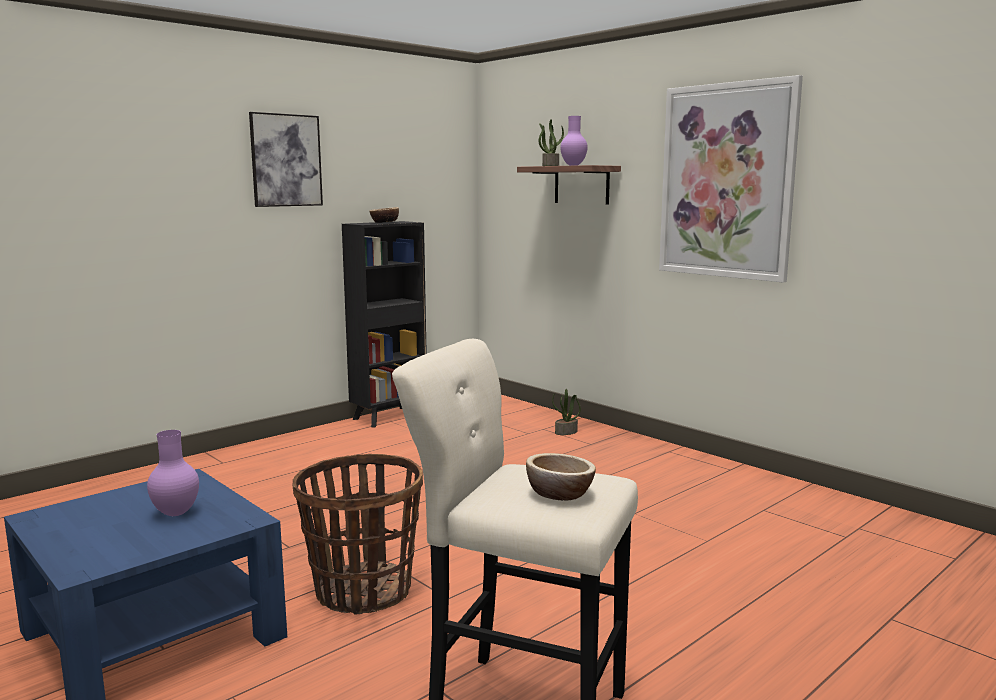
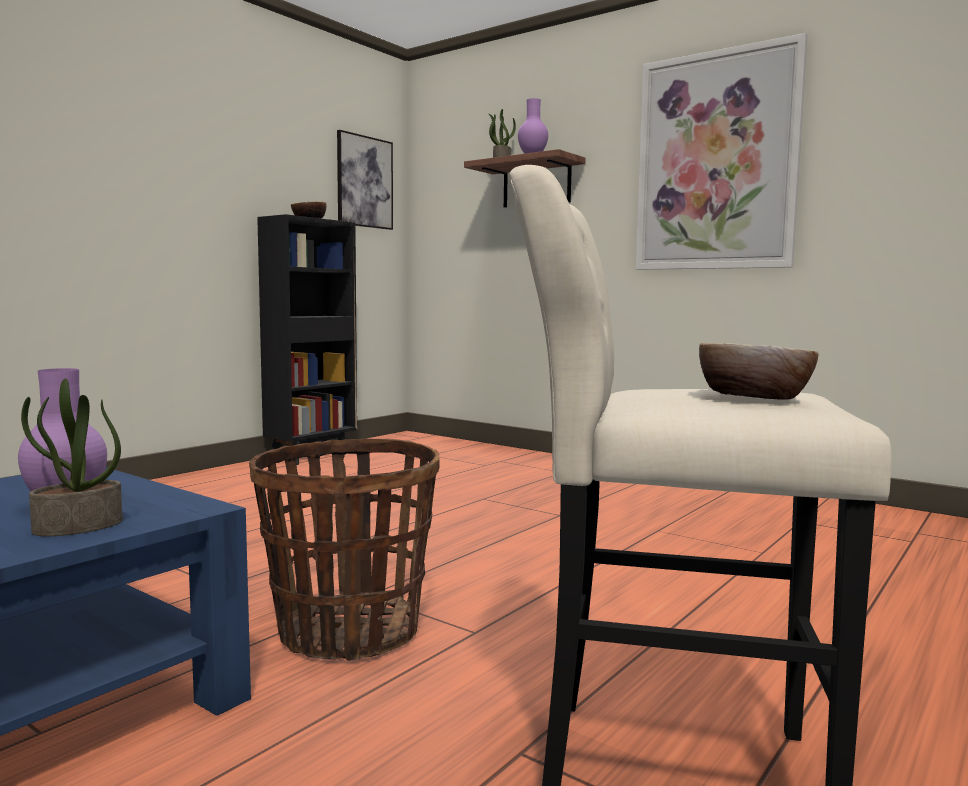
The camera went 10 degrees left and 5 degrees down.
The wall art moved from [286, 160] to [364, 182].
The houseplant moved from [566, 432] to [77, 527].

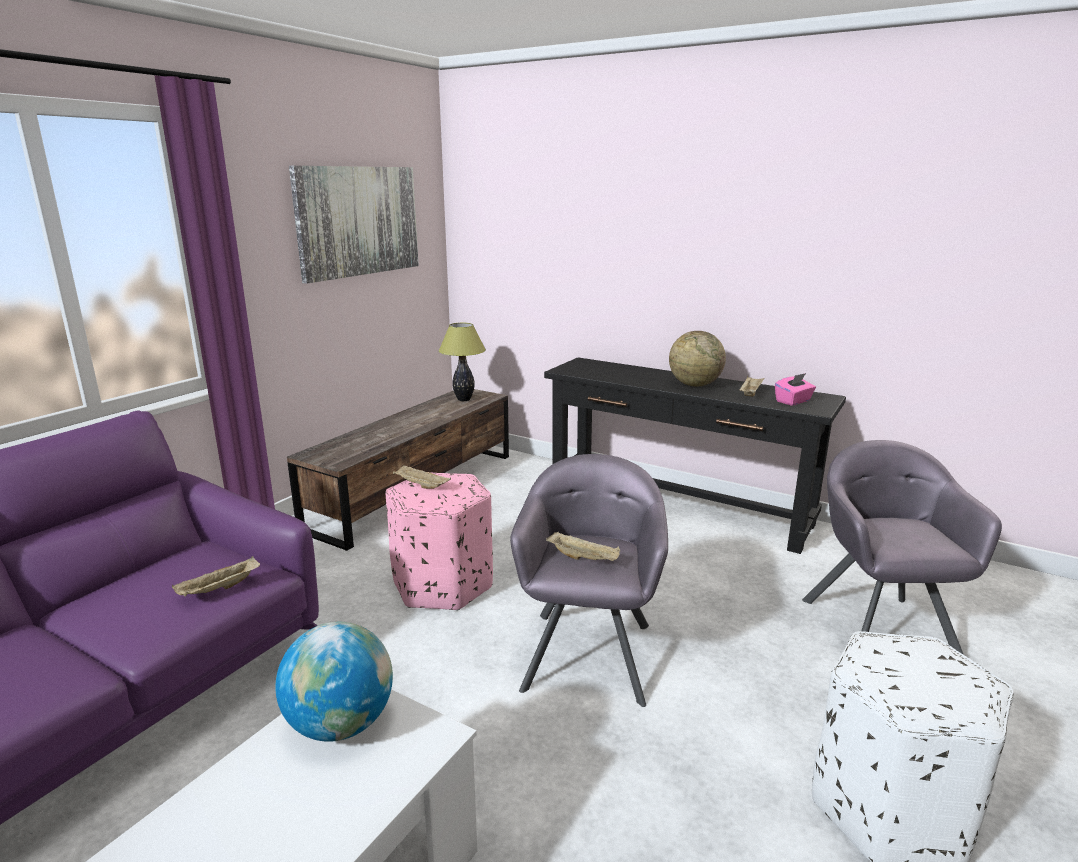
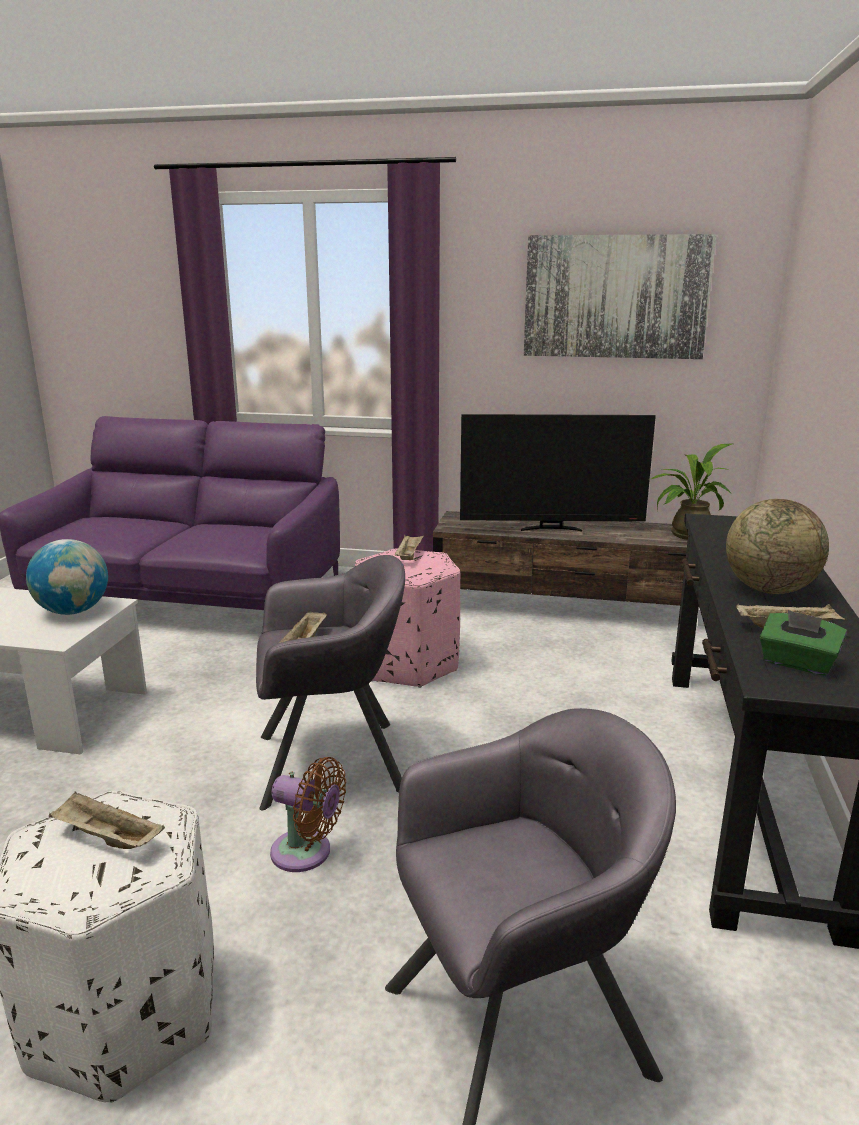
The camera went 70 degrees right and 0 degrees up.
The table lamp at [463, 399] was replaced by the houseplant at [685, 535].
The tissue box/pinkish at [793, 401] became the tissue box/green-coloured at [797, 663].
The tray/sand-coloured moved from [219, 589] to [106, 838].
The TV set at [551, 529] appeared.
The cooling fan/brown at [307, 853] appeared.

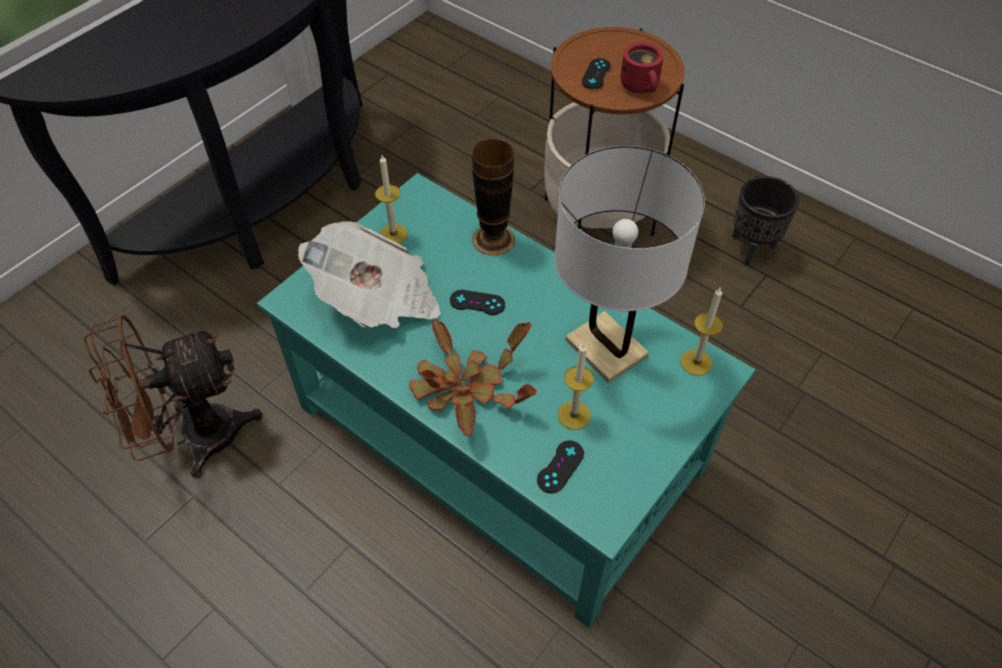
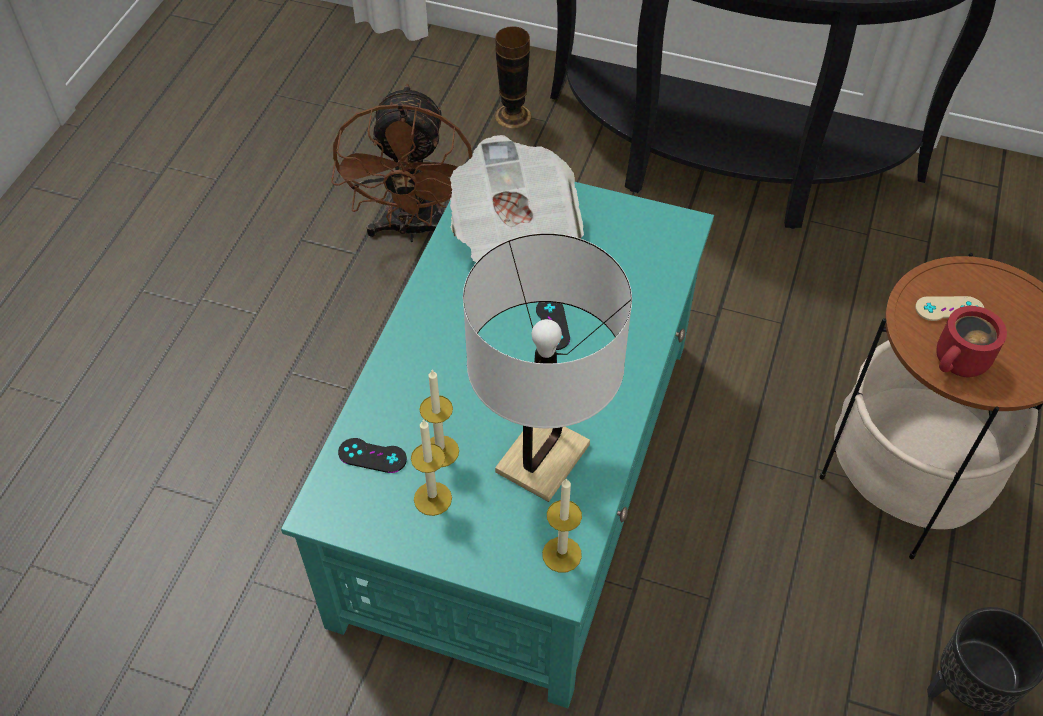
The camera went 70 degrees right and 0 degrees up.
The gamepad/black-coloured at [596, 74] became the gamepad/sand-coloured at [949, 309].
The vase moved from [493, 239] to [513, 115].
The wax light moved from [393, 234] to [432, 498].
The cooling fan/brown at [195, 438] turned 135 degrees counterclockwise.
The houseplant at [465, 388] disappeared.

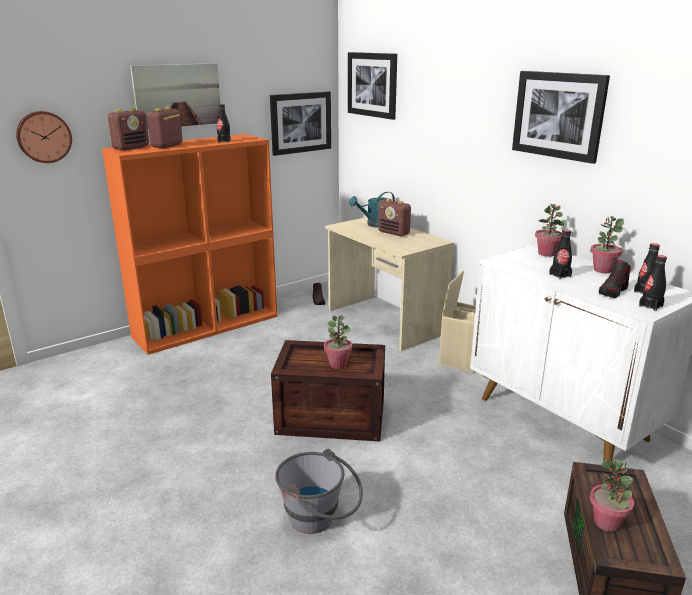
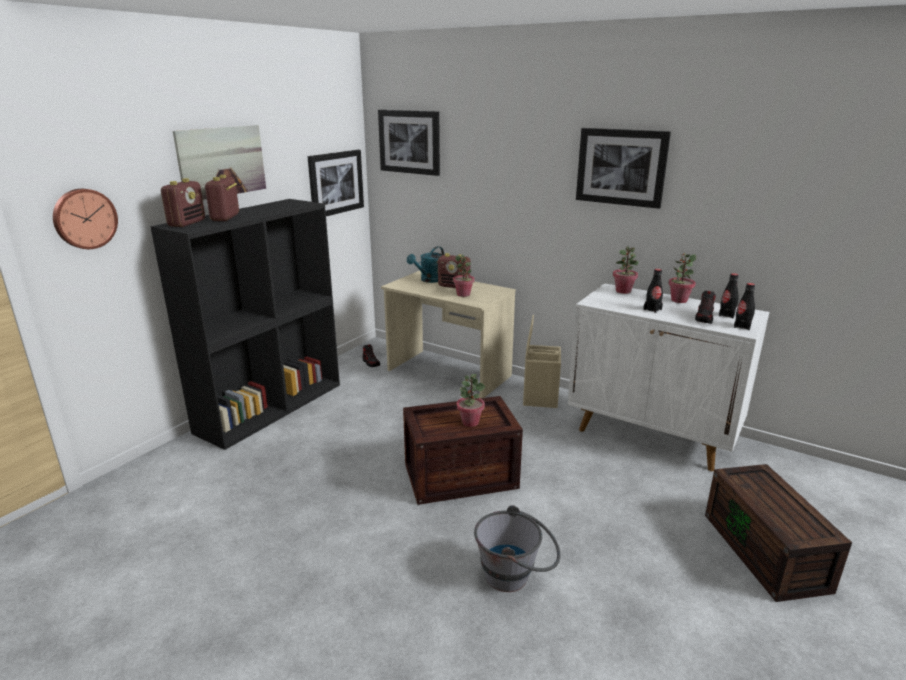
The camera went 20 degrees left and 0 degrees up.
The bottle/black-coloured at [224, 141] disappeared.
The shelving unit/orange-coloured at [207, 326] became the shelving unit/black-coloured at [271, 407].
The houseplant moved from [607, 523] to [463, 294].

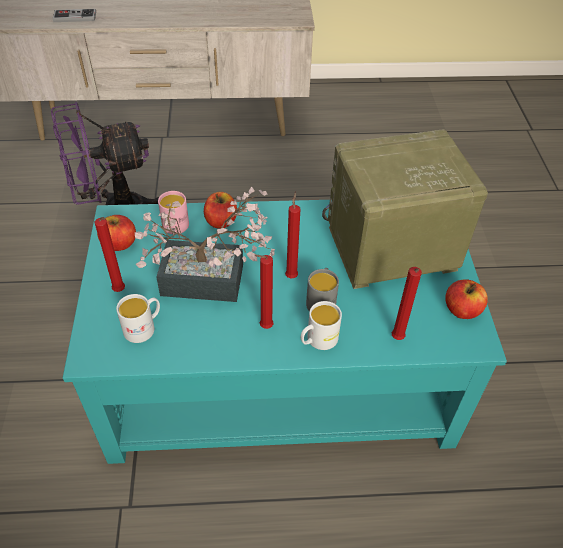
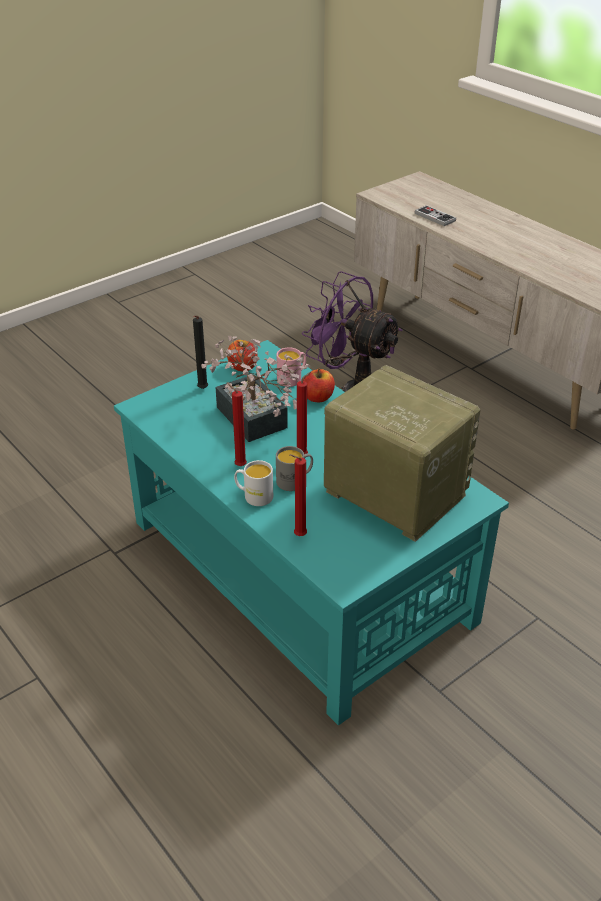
The camera went 55 degrees right and 10 degrees down.
The wax light/red-coloured at [120, 291] became the wax light/black-coloured at [202, 389].
The apple at [462, 310] disappeared.
The mug/white at [144, 327] disappeared.

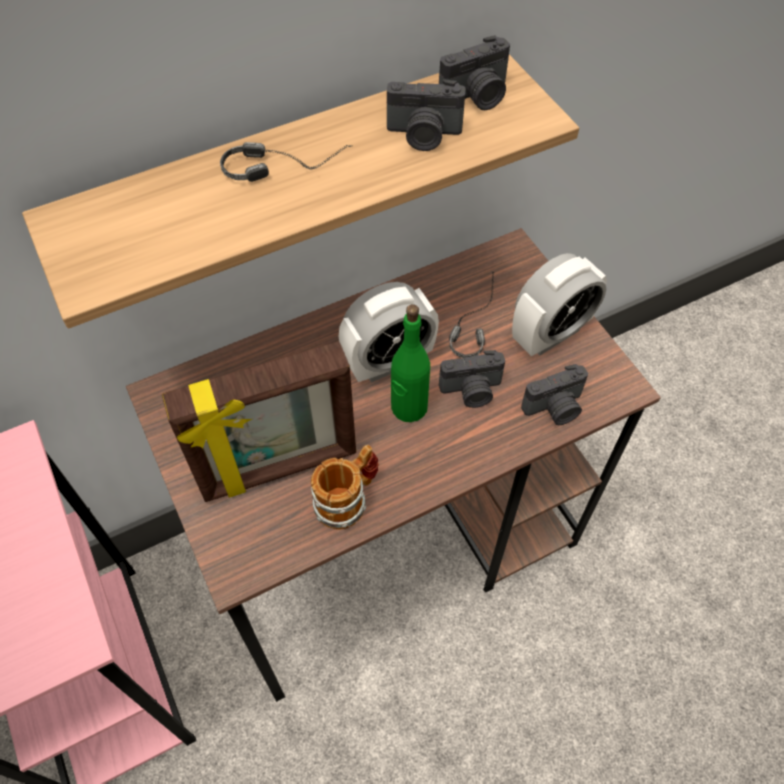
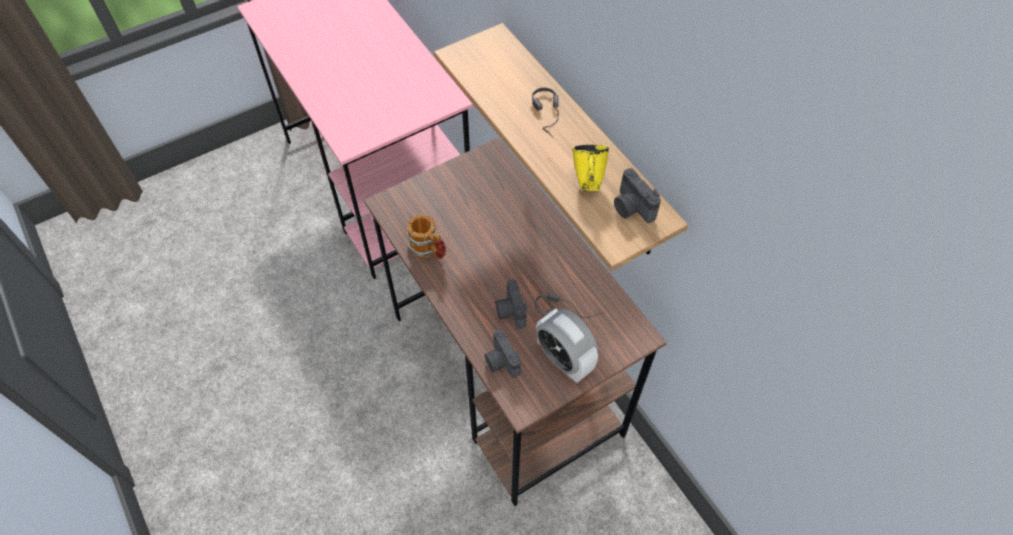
The camera went 85 degrees right and 0 degrees up.
The still camera at [423, 135] was replaced by the mug/yellow at [587, 181].
The alarm clock at [388, 362] disappeared.
The bottle/green-coloured at [408, 407] disappeared.
The standing frame at [279, 469] disappeared.

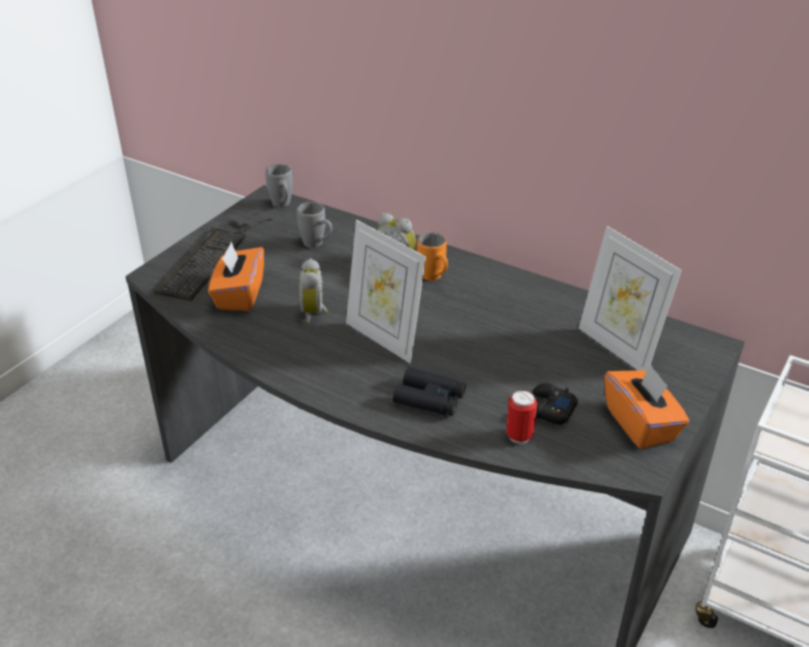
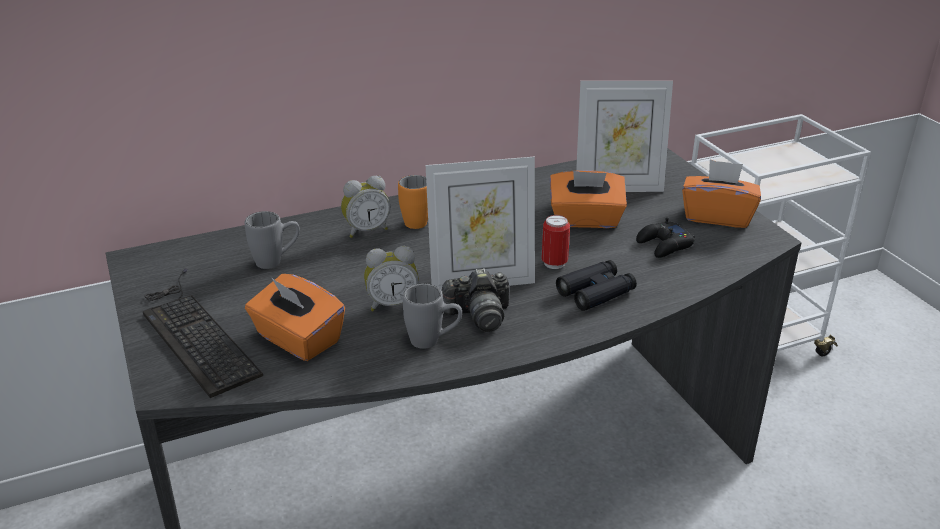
The camera went 55 degrees left and 5 degrees down.
The mug/greyish moved from [283, 205] to [433, 341].
The alarm clock at [315, 312] turned 45 degrees counterclockwise.
The can moved from [519, 436] to [554, 263].
The tissue box/orange-coloured at [585, 220] appeared.
The still camera at [479, 316] appeared.

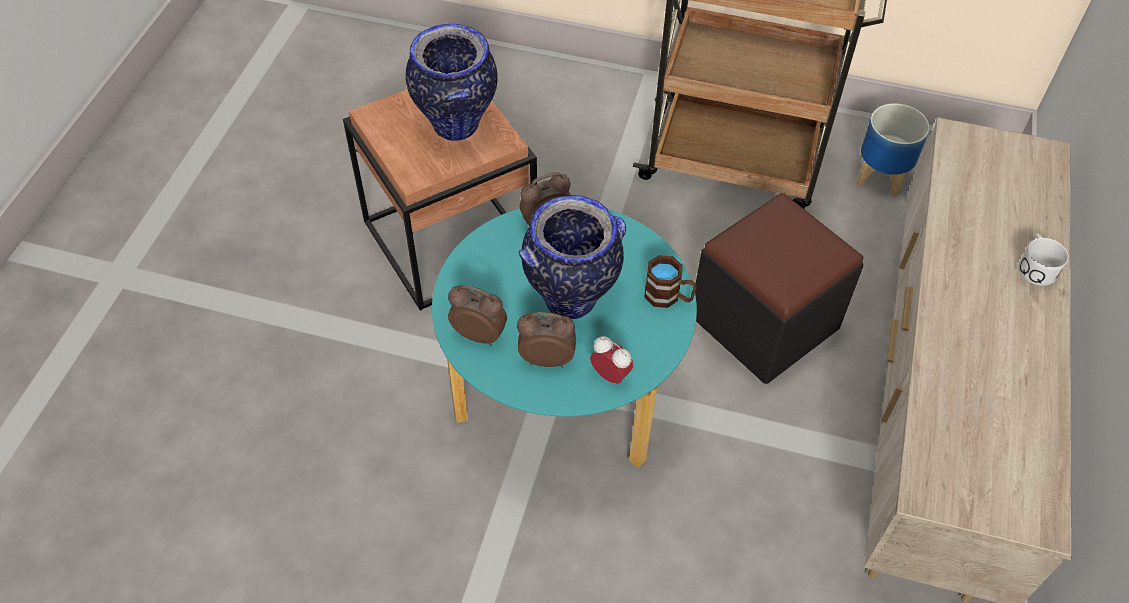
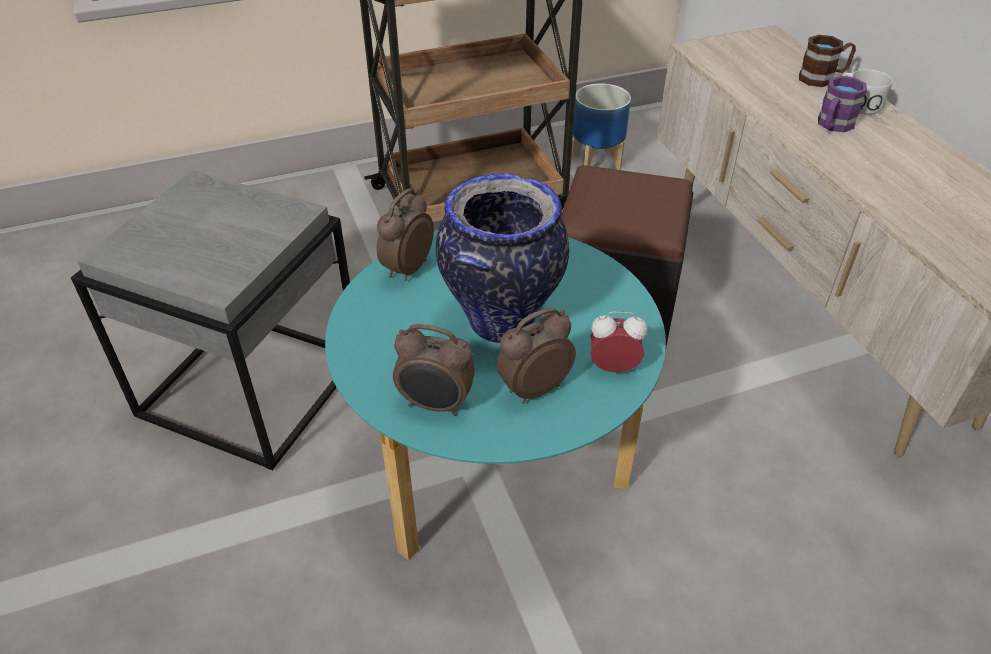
The camera went 35 degrees left and 10 degrees down.
The vase at [456, 127] disappeared.
The accent table/brown at [447, 240] became the accent table/greyish at [249, 387].
The mug/brown moved from [668, 297] to [822, 78].
The alarm clock at [479, 334] turned 150 degrees counterclockwise.
The mug/purple at [832, 126] appeared.

